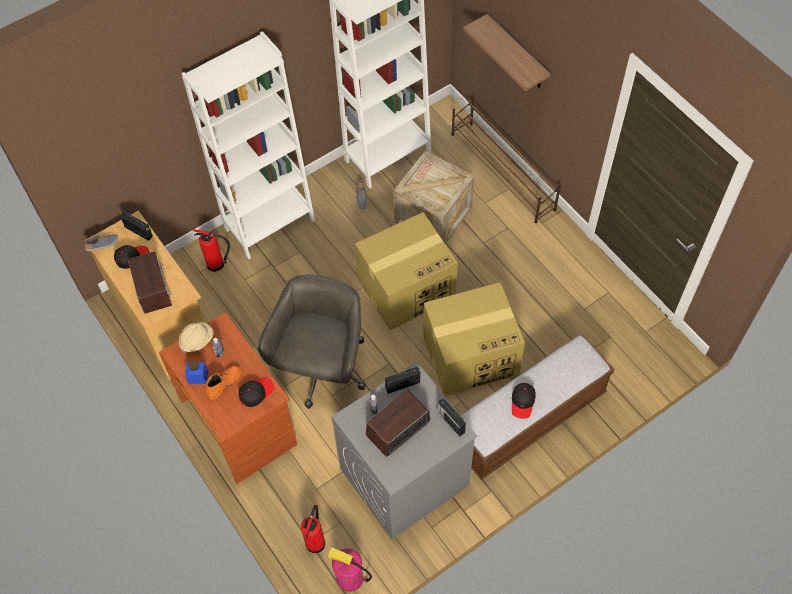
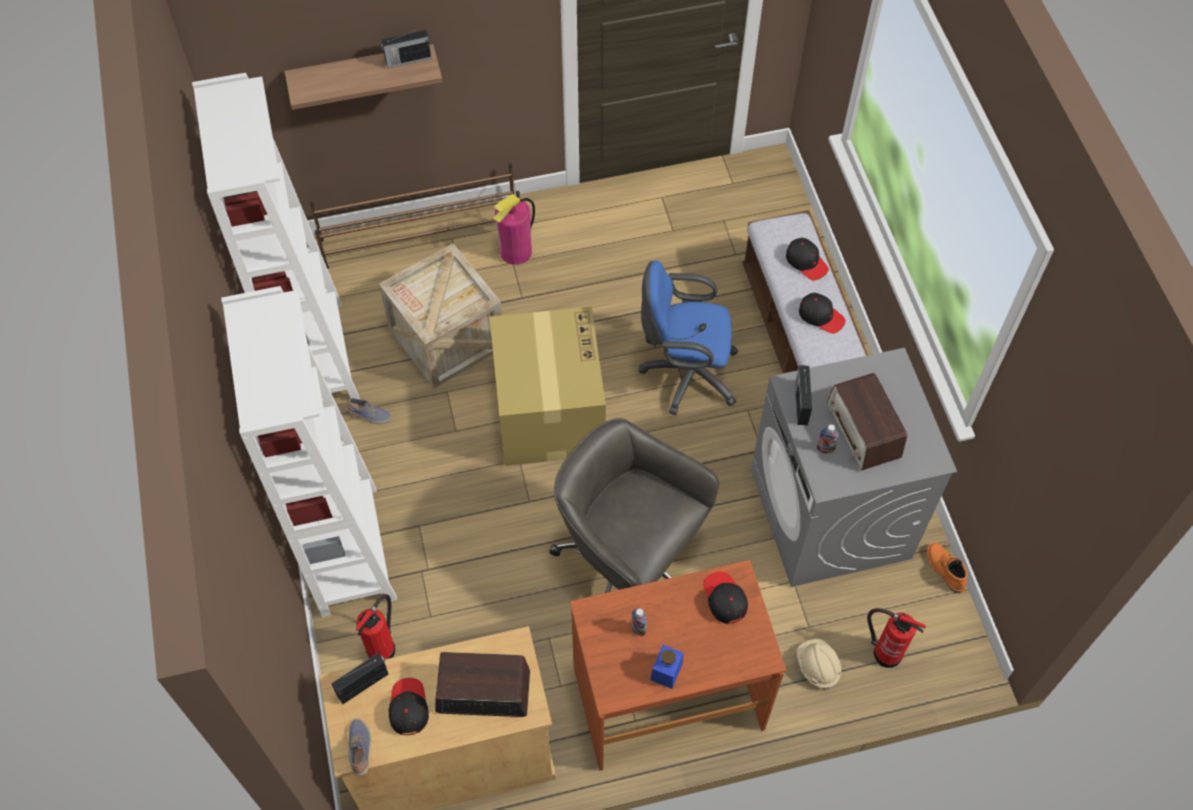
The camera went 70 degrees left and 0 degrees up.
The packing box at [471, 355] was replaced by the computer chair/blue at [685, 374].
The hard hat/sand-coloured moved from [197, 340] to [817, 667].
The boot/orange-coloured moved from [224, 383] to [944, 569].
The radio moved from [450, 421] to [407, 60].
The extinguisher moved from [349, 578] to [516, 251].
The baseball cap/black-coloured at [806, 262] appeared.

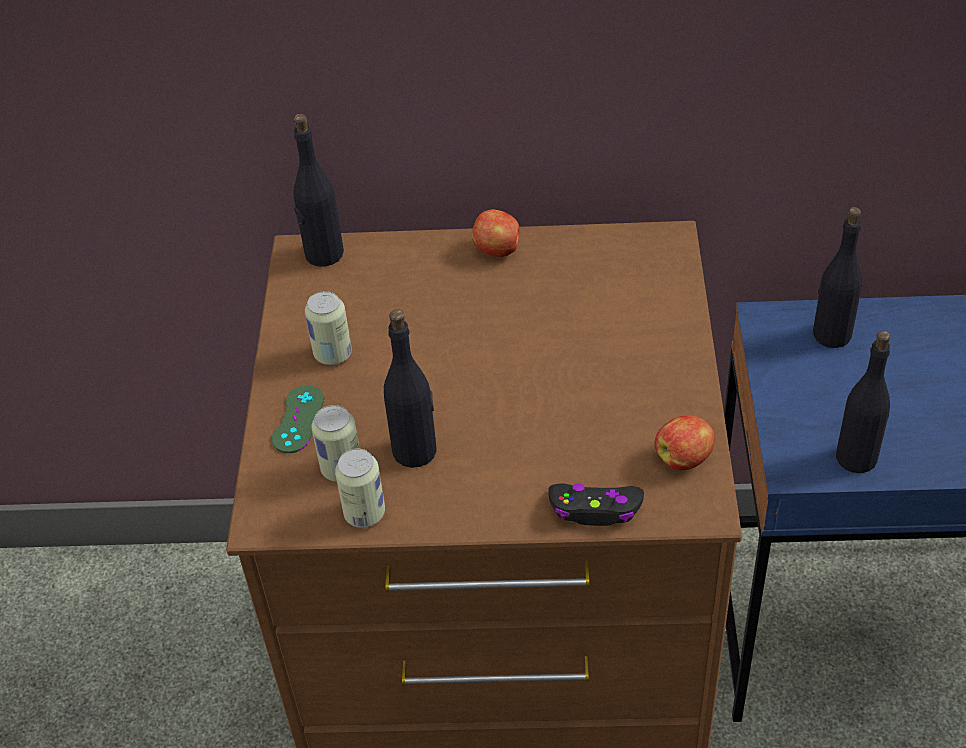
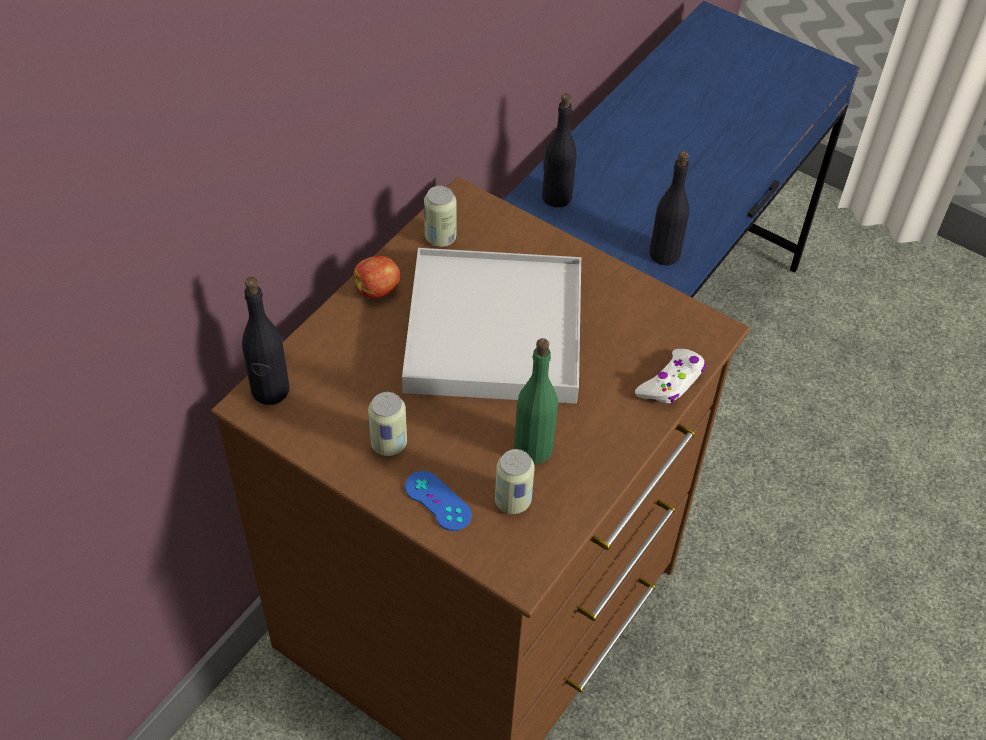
The camera went 60 degrees left and 5 degrees up.
The bottle/black-coloured at [415, 450] became the bottle/green-coloured at [533, 448].
The gamepad/green-coloured at [298, 419] became the gamepad/blue at [438, 501].
The apple at [684, 458] disappeared.
The can moved from [364, 513] to [440, 238].
The gamepad/black-coloured at [595, 510] became the gamepad/white at [671, 383].
The tray/white at [495, 331] appeared.

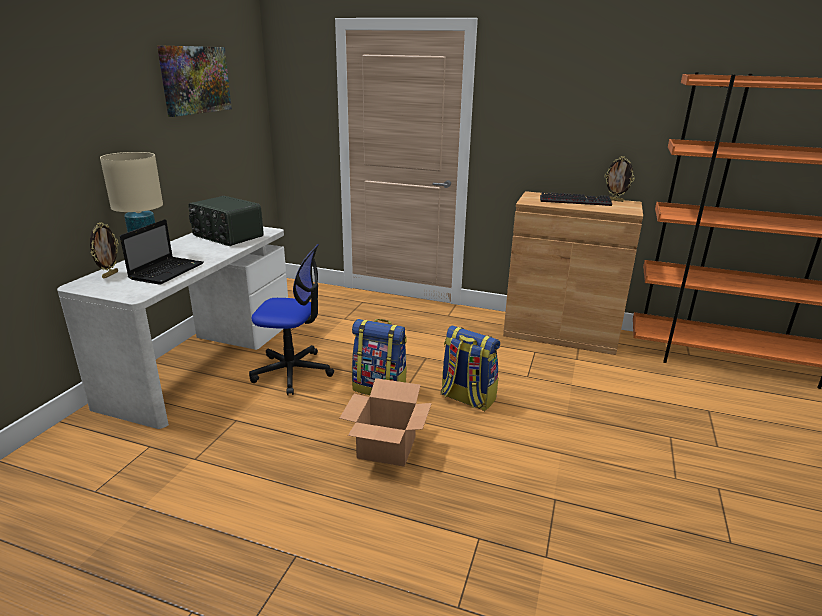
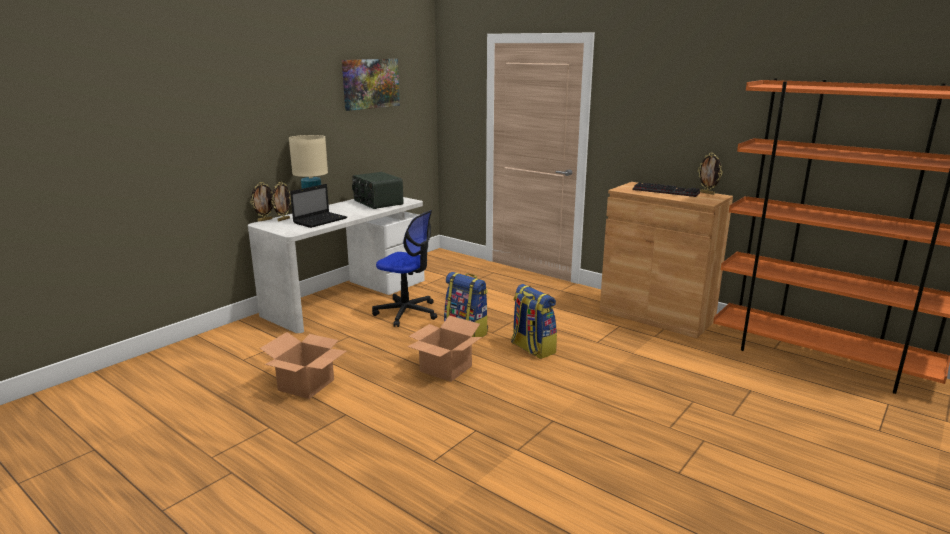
The camera went 20 degrees right and 5 degrees down.
The standing frame at [265, 220] appeared.
The packing box at [306, 384] appeared.

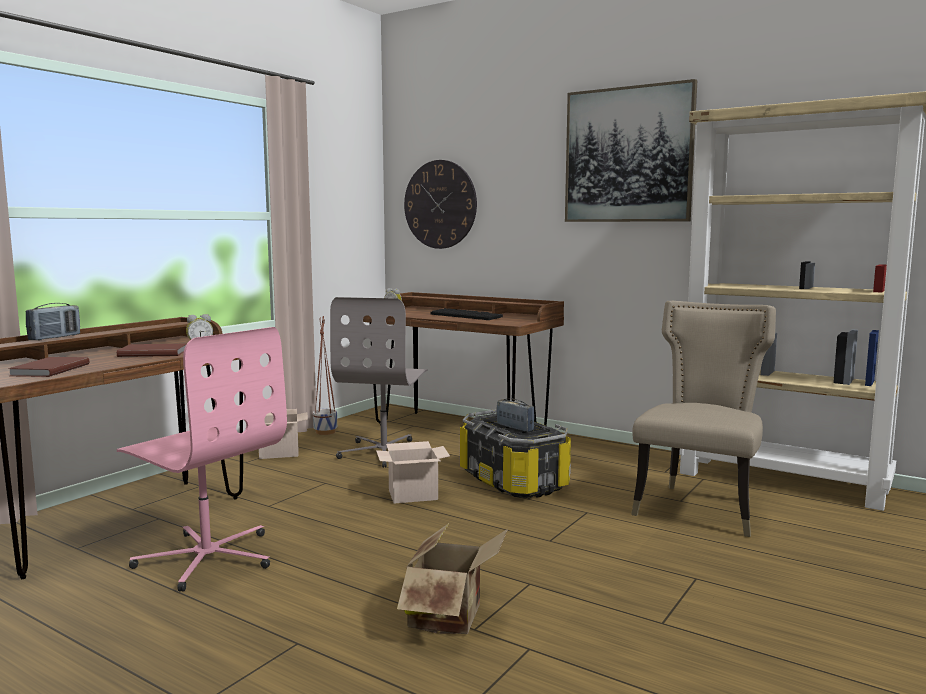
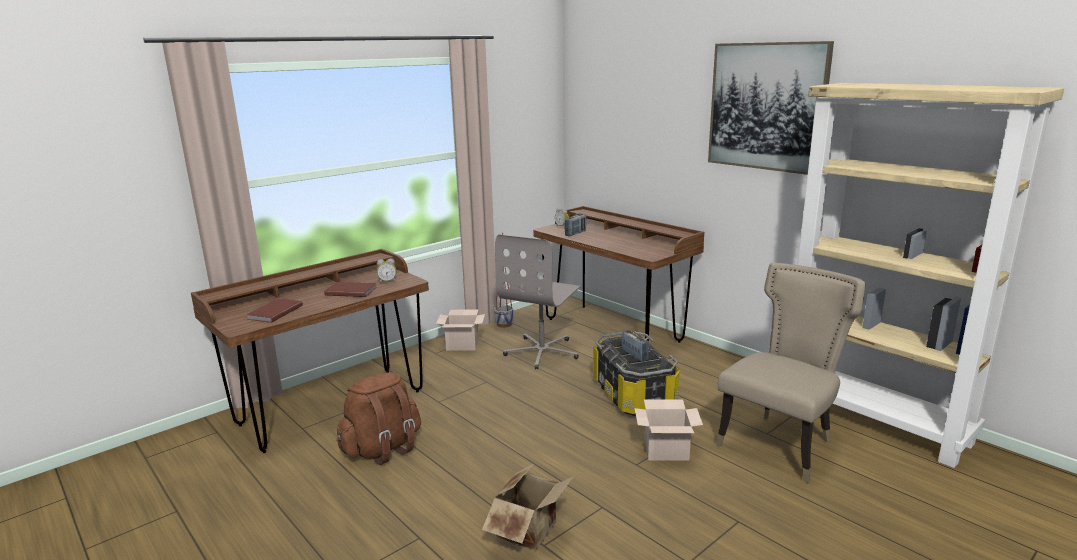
The camera went 15 degrees right and 10 degrees up.
The wall clock at [440, 204] disappeared.
The radio moved from [55, 337] to [575, 233].
The computer keyboard at [467, 316] disappeared.
The computer chair/pinkish at [207, 557] was replaced by the knapsack/brown at [382, 449].
The packing box moved from [414, 494] to [667, 450].

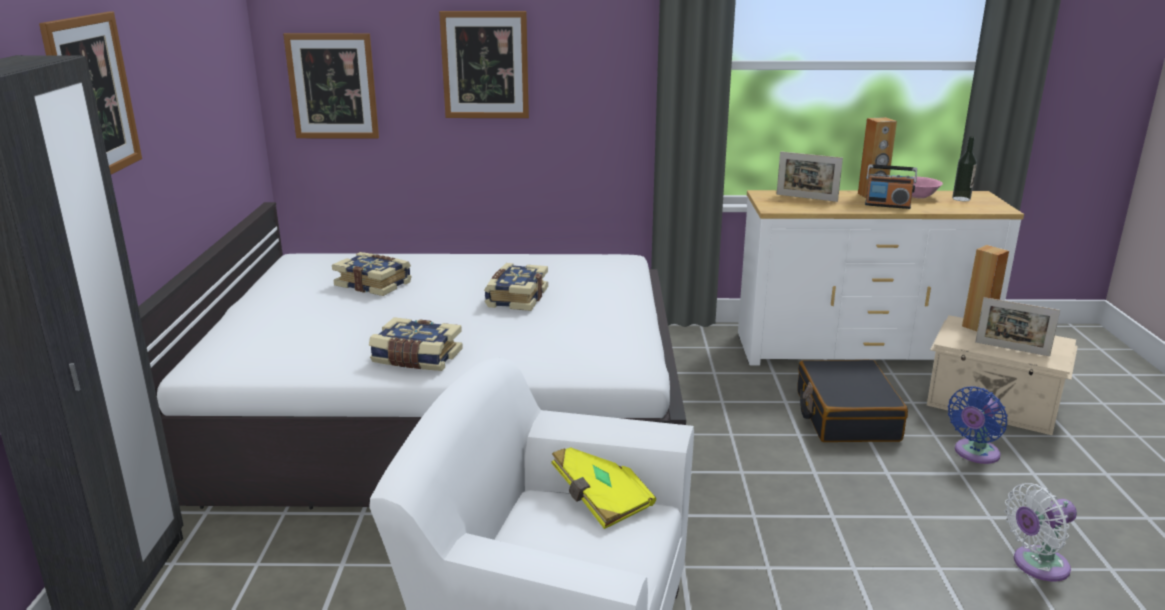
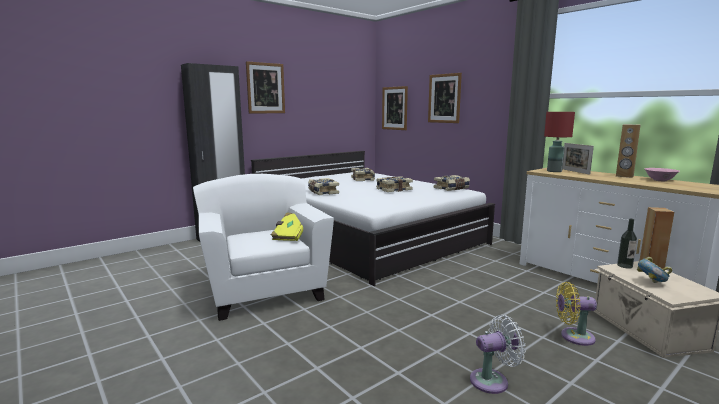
The camera went 50 degrees right and 10 degrees down.
The bottle moved from [961, 199] to [624, 266].
The radio at [887, 205] disappeared.
The standing frame at [1012, 349] was replaced by the serving bowl at [651, 283].
The piece of luggage/black-coloured at [846, 416] disappeared.
The cooling fan/blue at [974, 454] became the cooling fan/yellow at [573, 336].
The cooling fan/white at [1036, 565] turned 135 degrees clockwise.
The table lamp/red-coloured at [554, 171] appeared.
The volume at [451, 188] appeared.

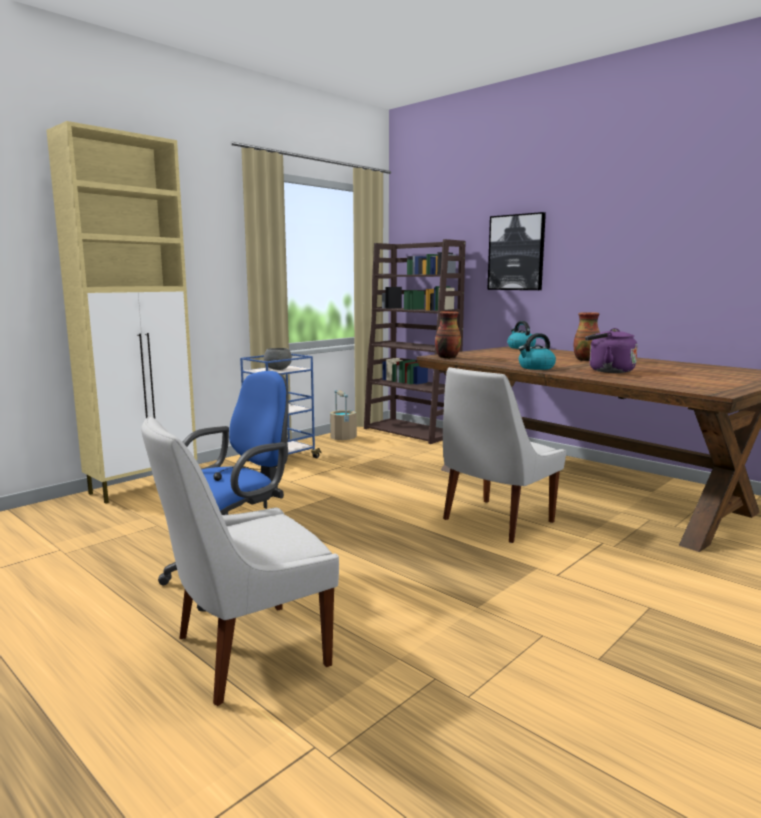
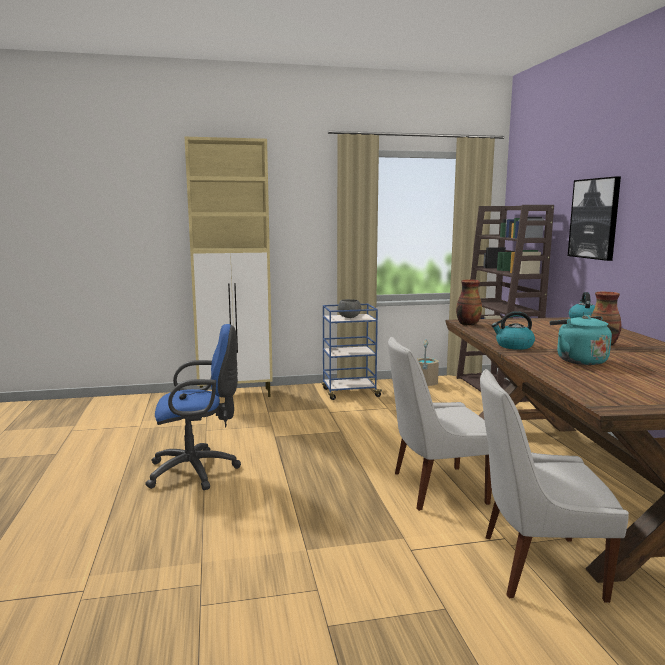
The camera went 35 degrees right and 0 degrees up.
The water kettle/purple at [608, 371] became the water kettle/blue-green at [578, 360].
The plain chair/white moved from [245, 653] to [535, 566].

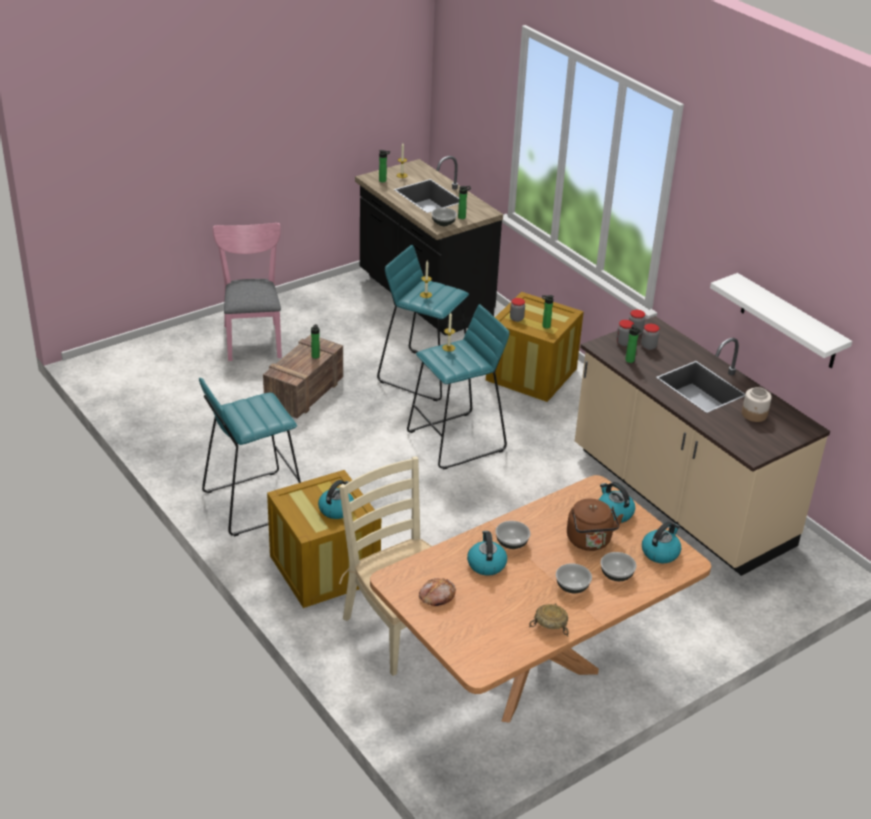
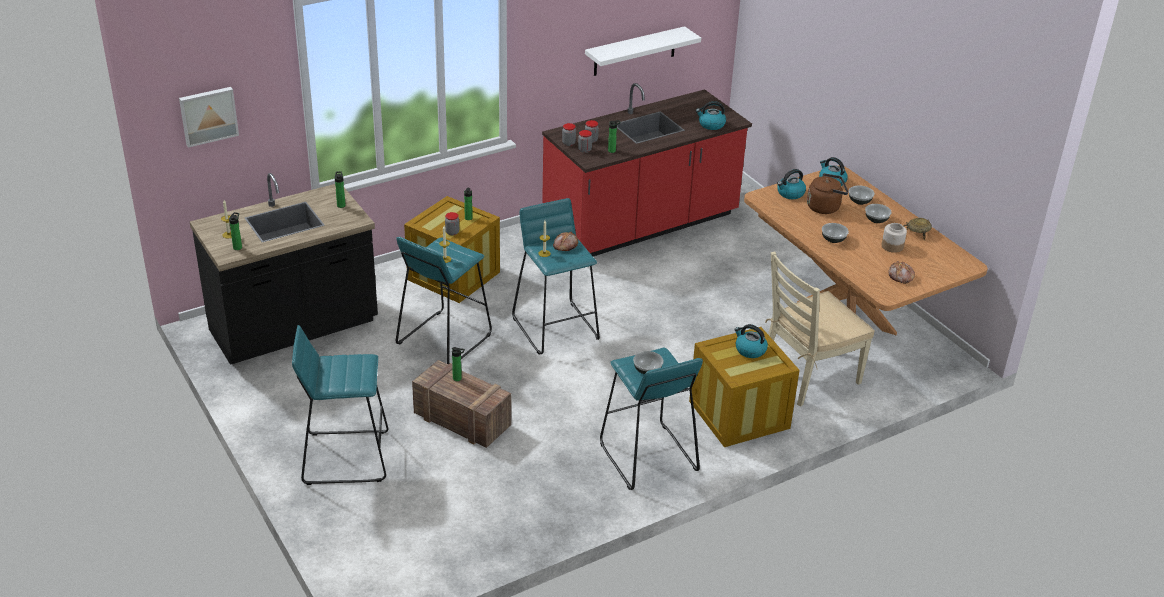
The camera went 85 degrees left and 0 degrees up.
The serving bowl moved from [443, 223] to [647, 370].
The plain chair/pinkish at [253, 338] was replaced by the stool seat/blue-green at [345, 456].
The kitchen base unit/sand-coloured at [679, 499] became the kitchen base unit/red-coloured at [641, 225].
The preserve jar moved from [754, 414] to [892, 246].
The water kettle moved from [486, 564] to [711, 125].
The wall art at [208, 115] appeared.
The bakery bread at [565, 245] appeared.

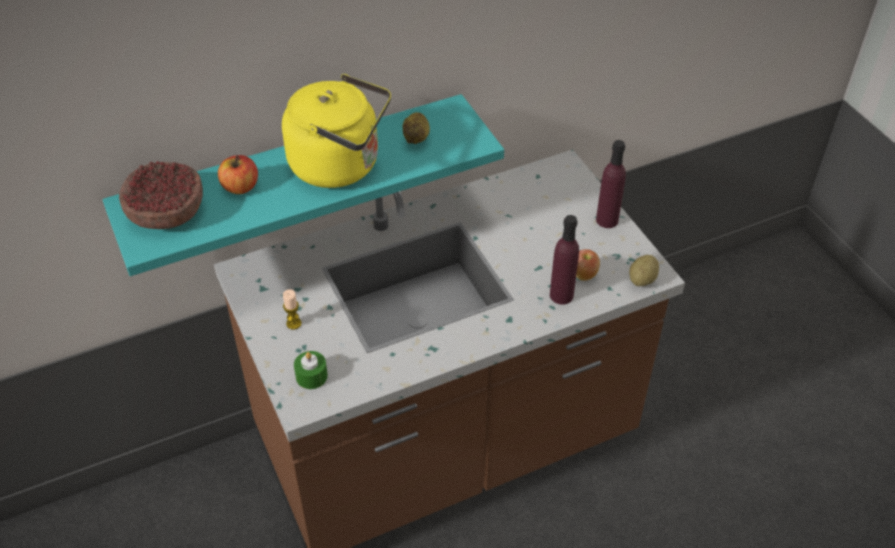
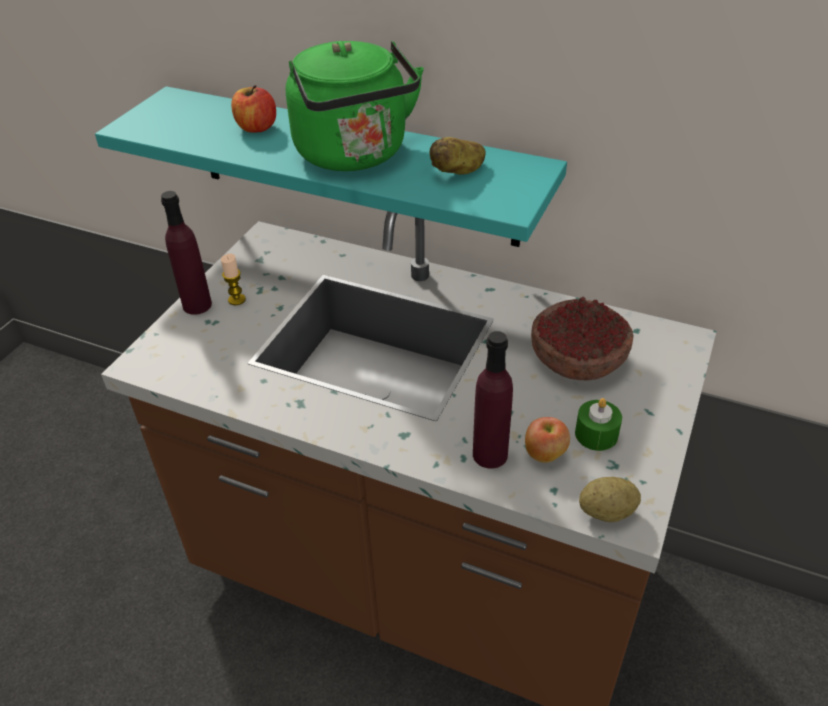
The camera went 50 degrees right and 5 degrees down.
The water kettle/yellow at [340, 165] became the water kettle/green-coloured at [355, 155].
The bottle/purple moved from [607, 220] to [197, 305].
The serving bowl moved from [167, 211] to [579, 358].
The wax light/green-coloured moved from [311, 376] to [596, 434].

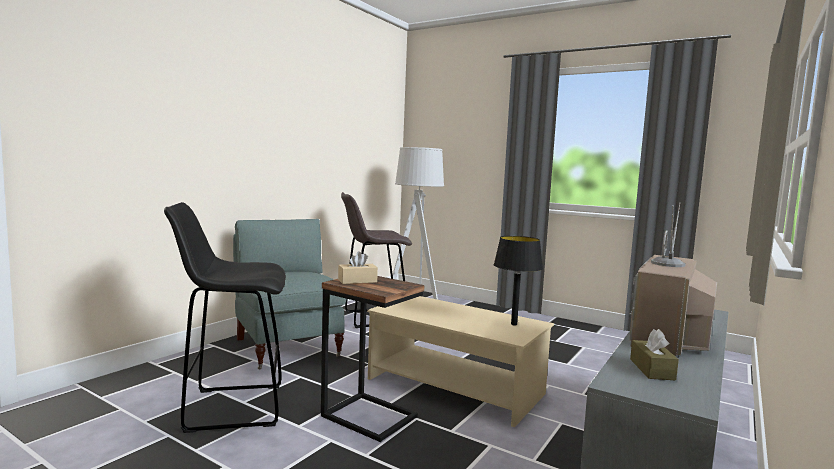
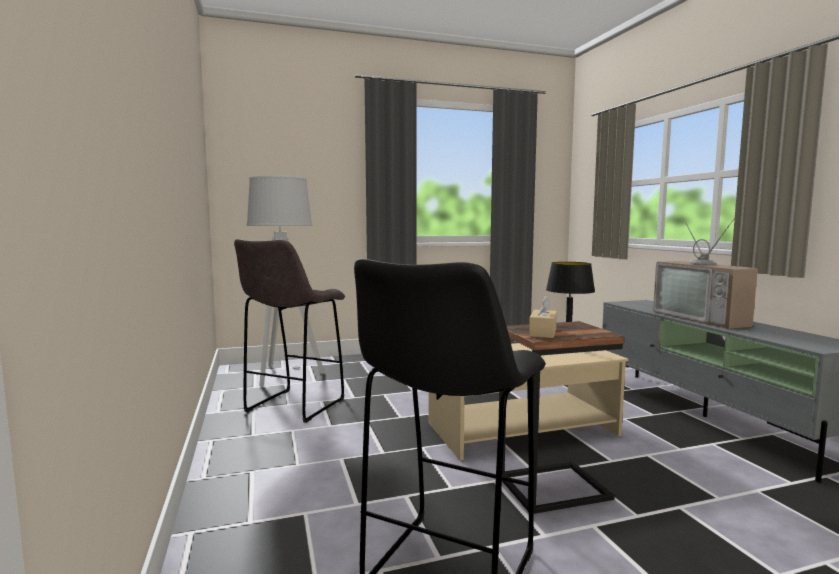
The camera went 50 degrees left and 0 degrees up.
The lounge chair/greyish at [287, 347] disappeared.
The tissue box/brown at [652, 369] disappeared.

